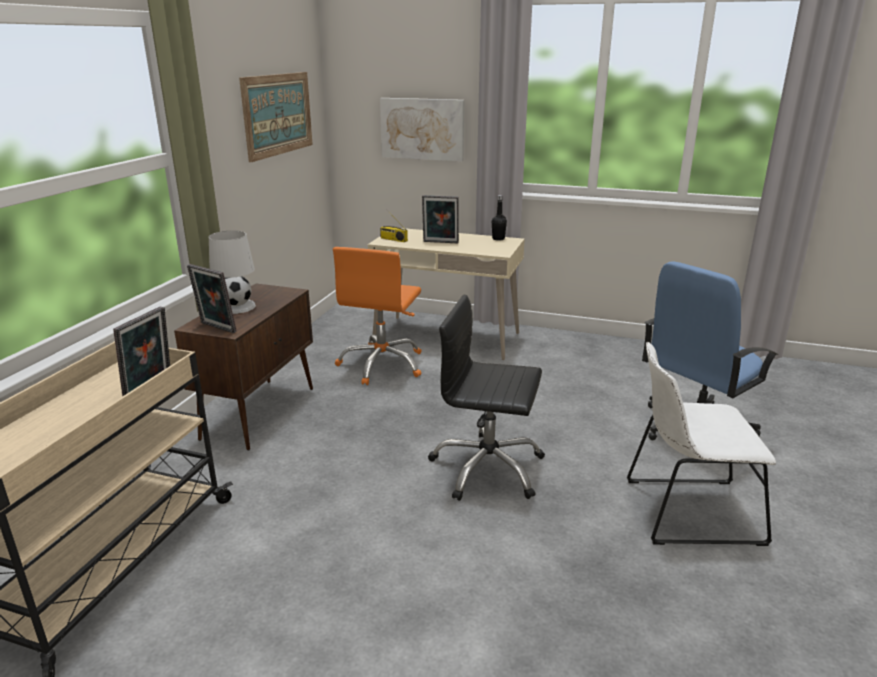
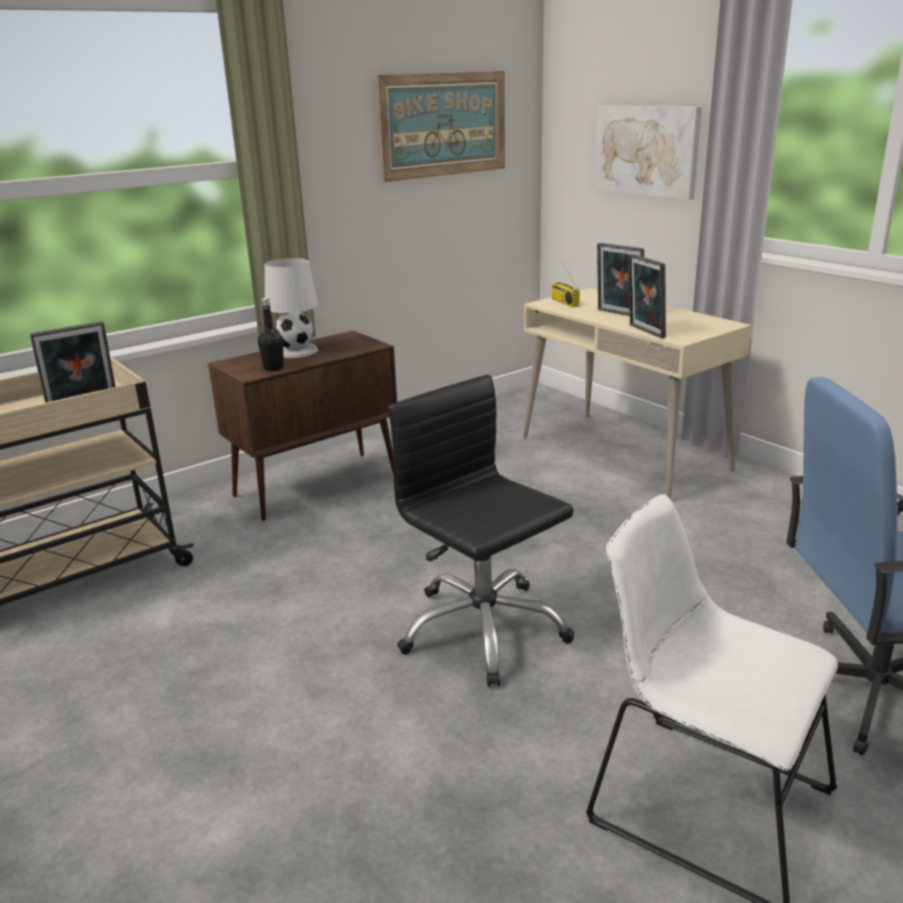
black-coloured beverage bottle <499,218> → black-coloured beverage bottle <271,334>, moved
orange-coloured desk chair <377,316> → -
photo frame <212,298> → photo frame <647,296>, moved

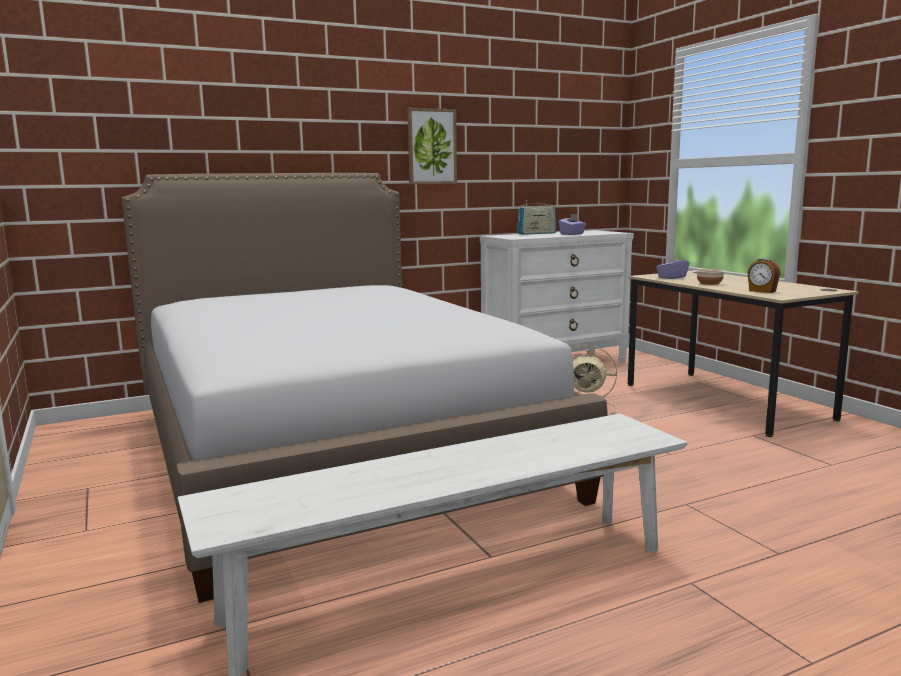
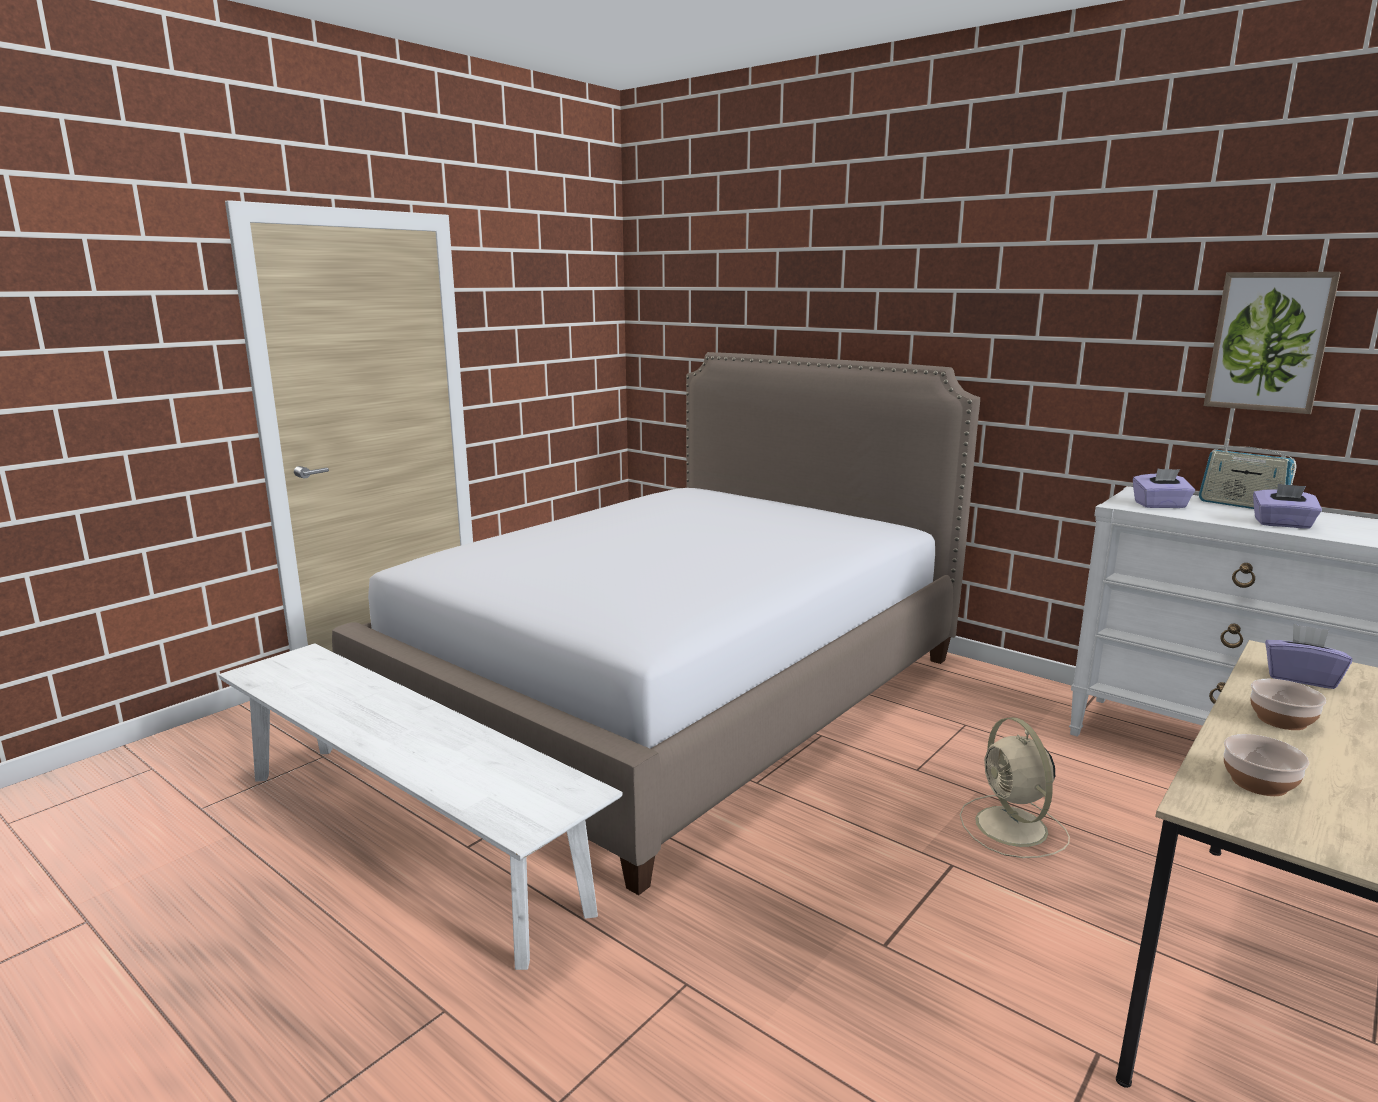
wall picture <432,146> → wall picture <1272,343>, moved
alarm clock <763,275> → serving bowl <1266,765>
- → purple tissue box <1164,488>

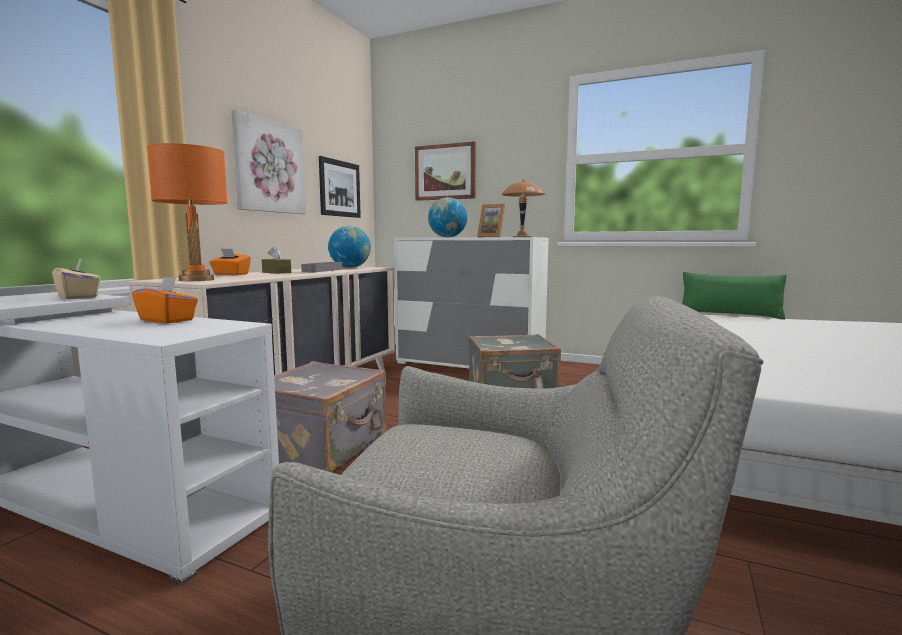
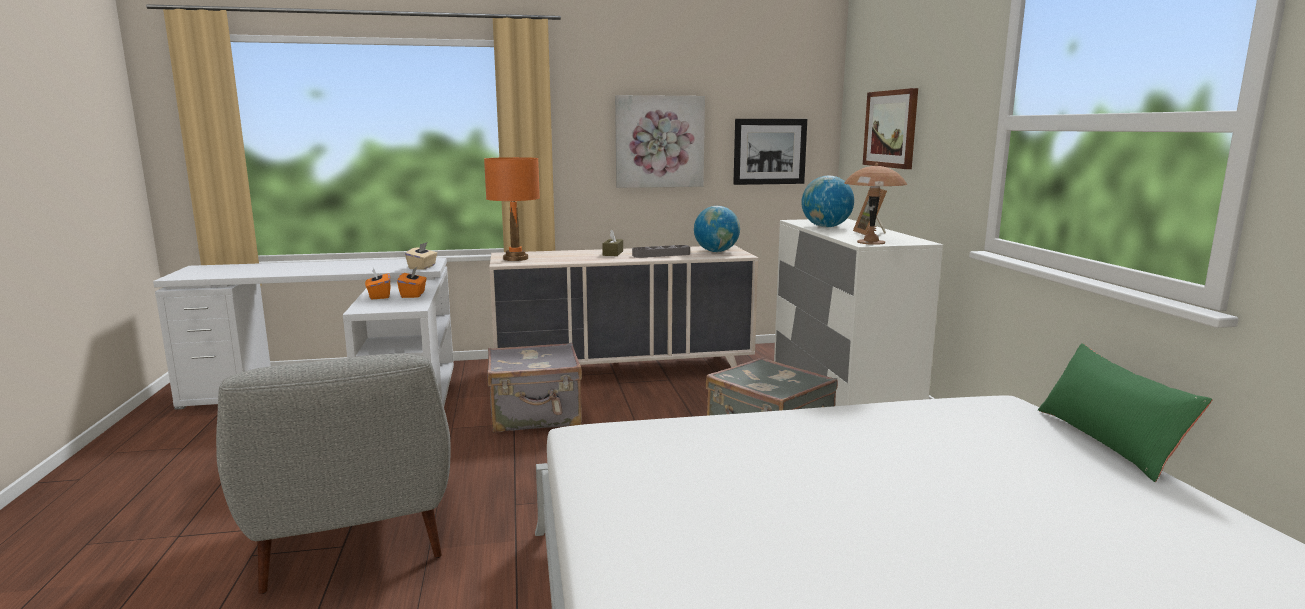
orange-coloured tissue box <230,262> → orange-coloured tissue box <377,283>, moved

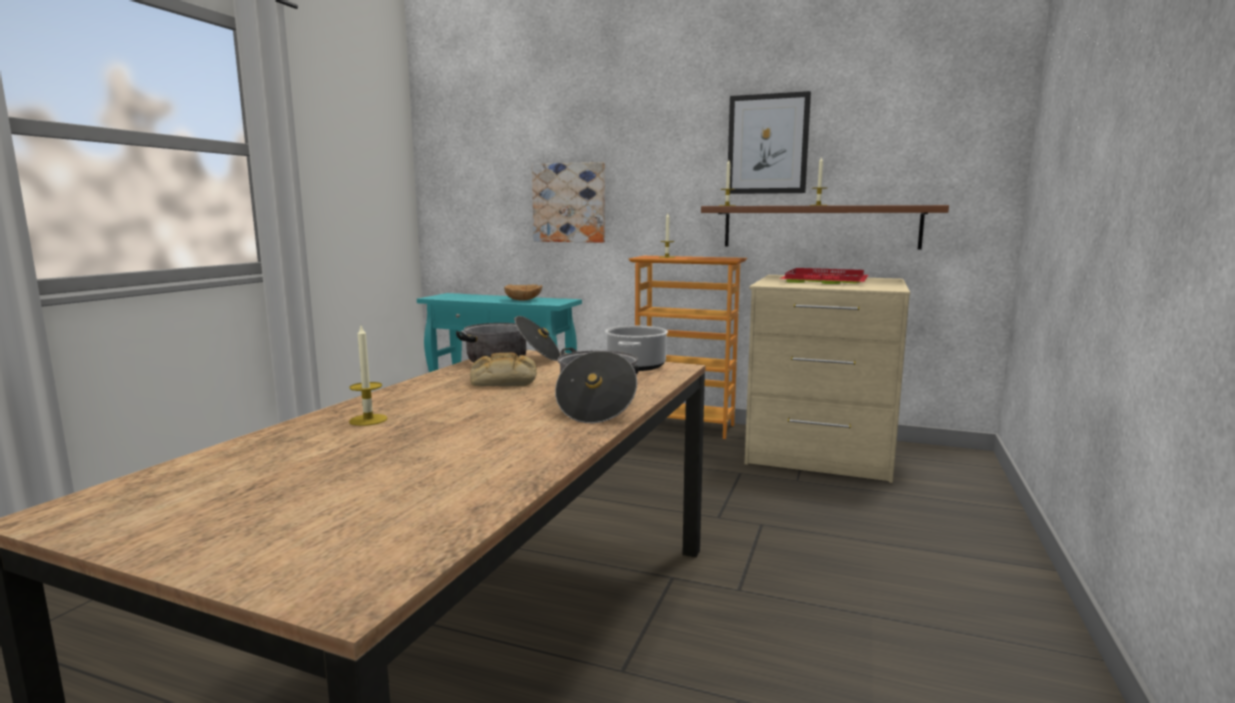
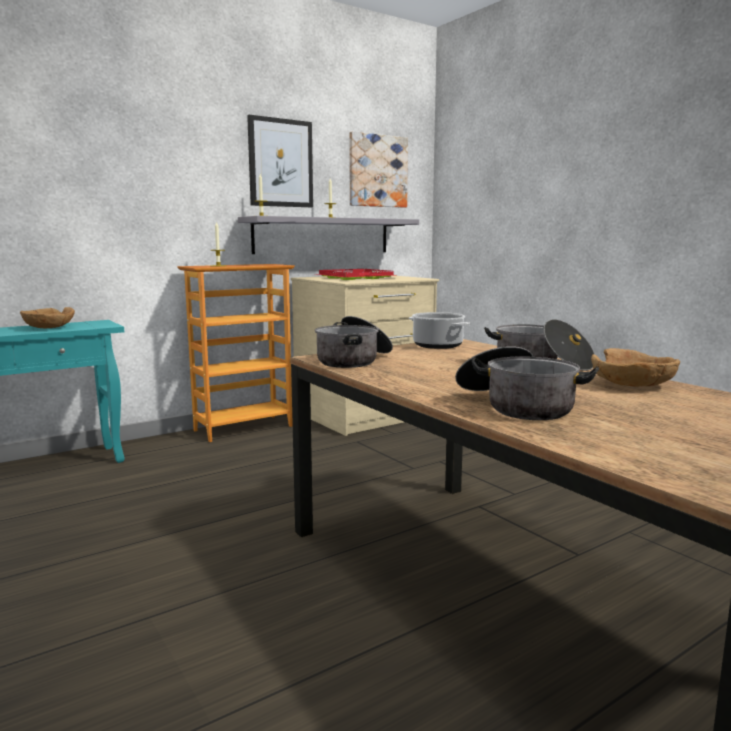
wall picture <568,202> → wall picture <378,169>, moved
brown-coloured wall shelf <825,227> → greyish wall shelf <328,235>
candle <368,376> → stockpot <527,383>
bakery bread <503,370> → -
- → brown-coloured serving bowl <635,367>

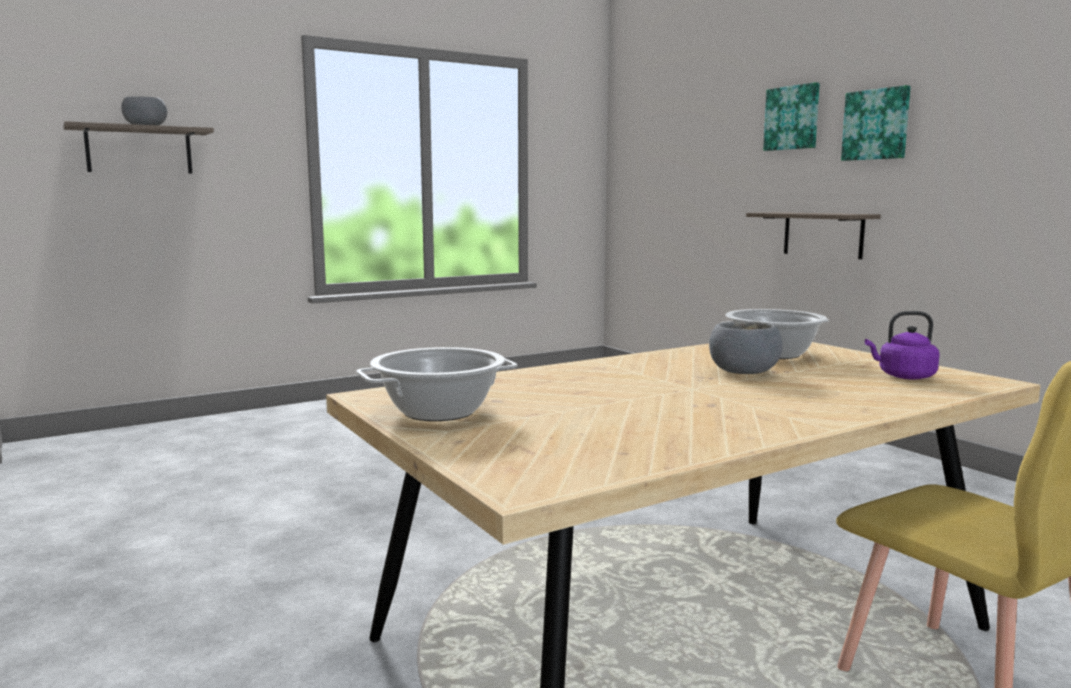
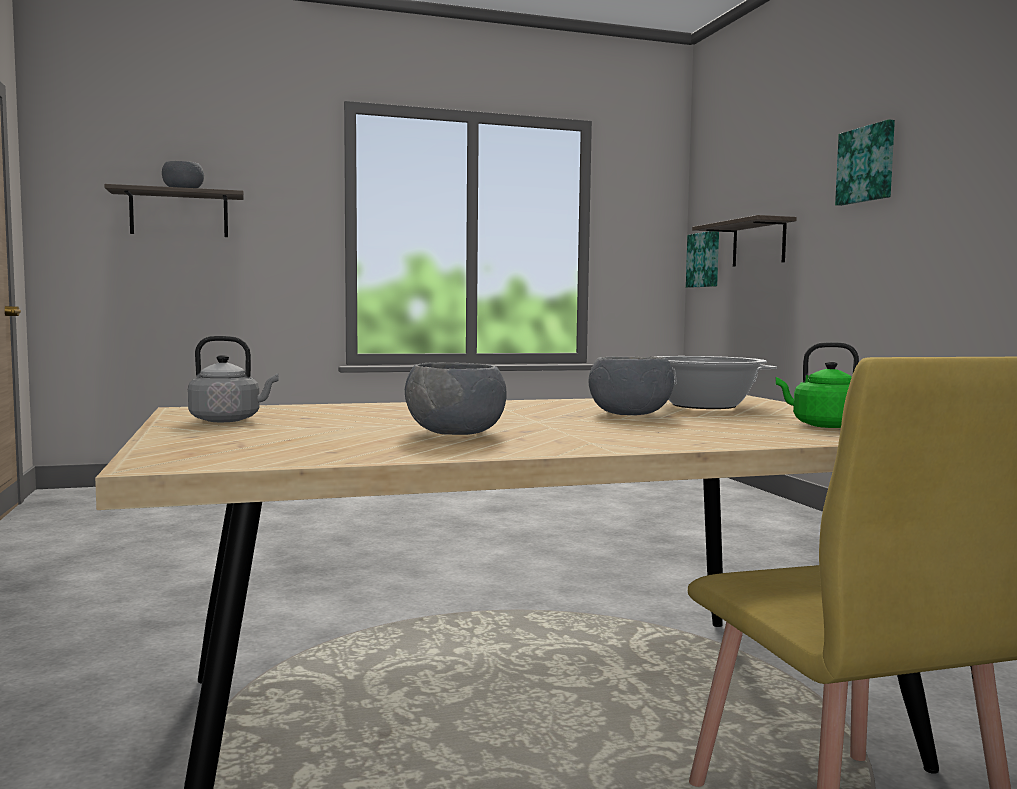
wall picture <876,123> → wall picture <702,259>, moved
wall shelf <813,235> → wall shelf <744,241>, moved
purple kettle <902,345> → green-coloured kettle <817,385>
stockpot <436,384> → greyish kettle <233,379>
- → greyish serving bowl <456,398>

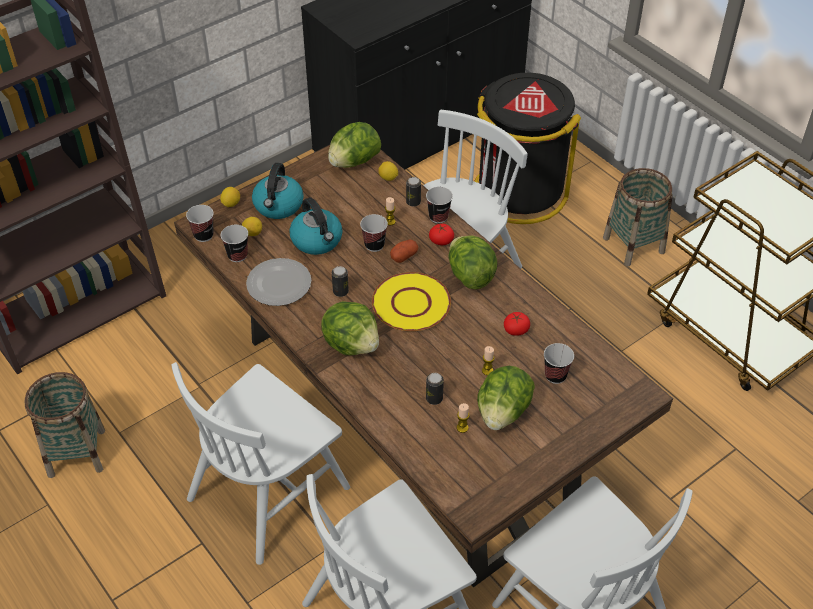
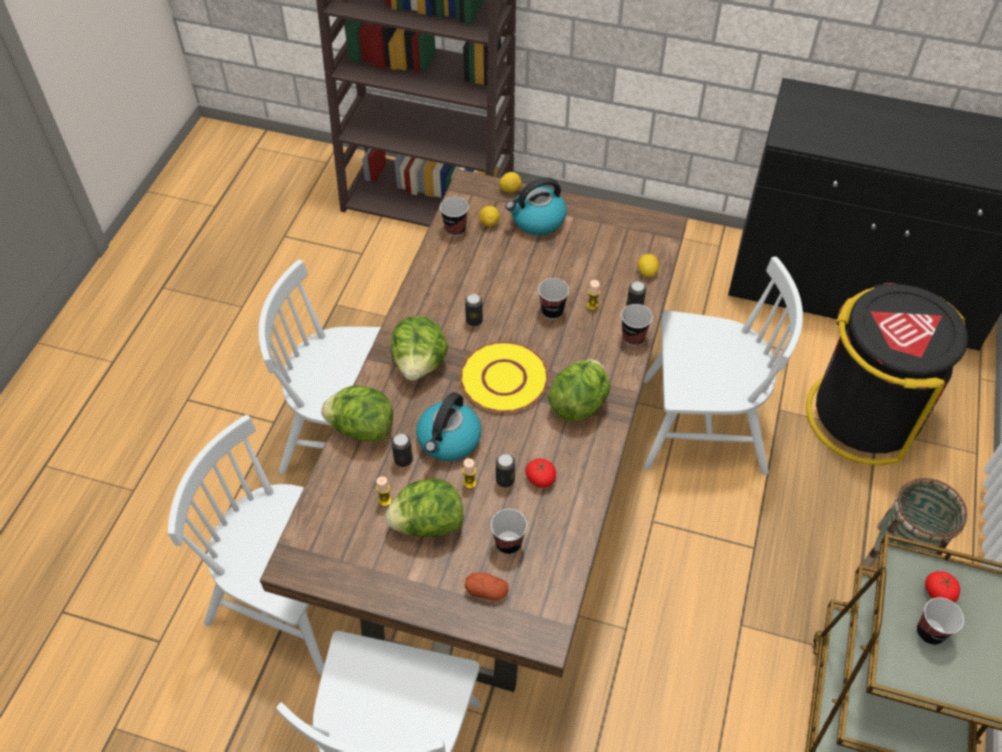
lettuce <354,145> → lettuce <357,414>, moved
kettle <315,226> → kettle <448,426>, moved
drinking cup <200,223> → drinking cup <940,621>, moved
tomato <441,234> → tomato <942,587>, moved
potato <404,251> → potato <487,586>, moved
plate <278,282> → -
storage basket <64,425> → -
- → sealed can <505,470>

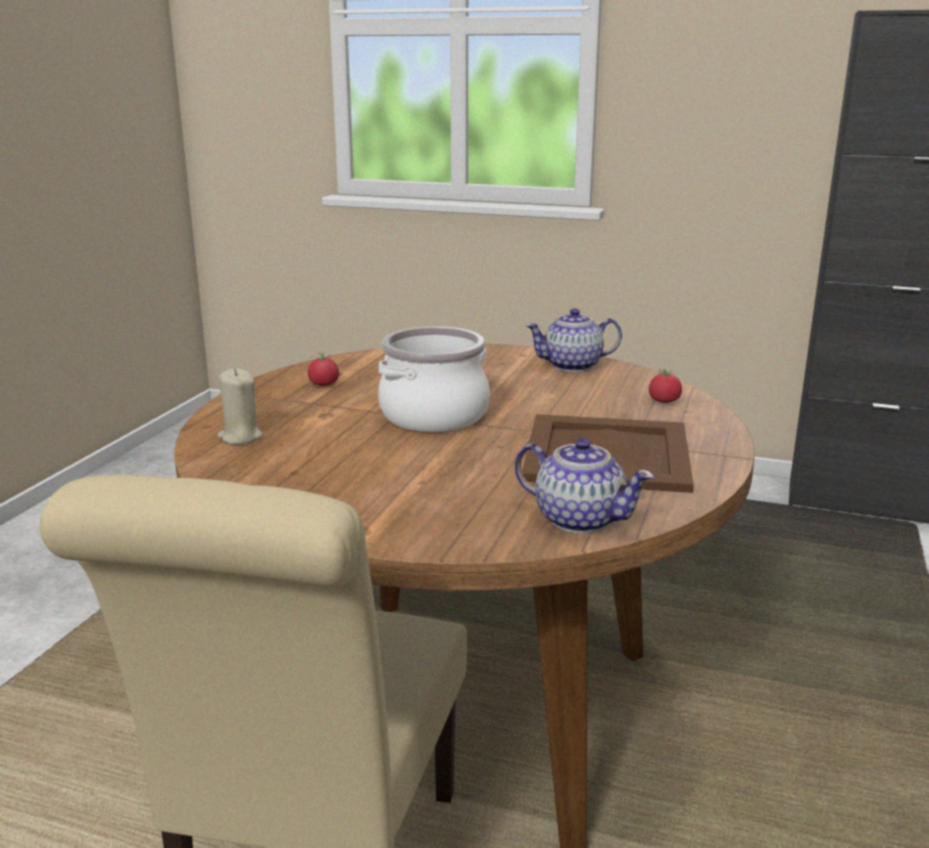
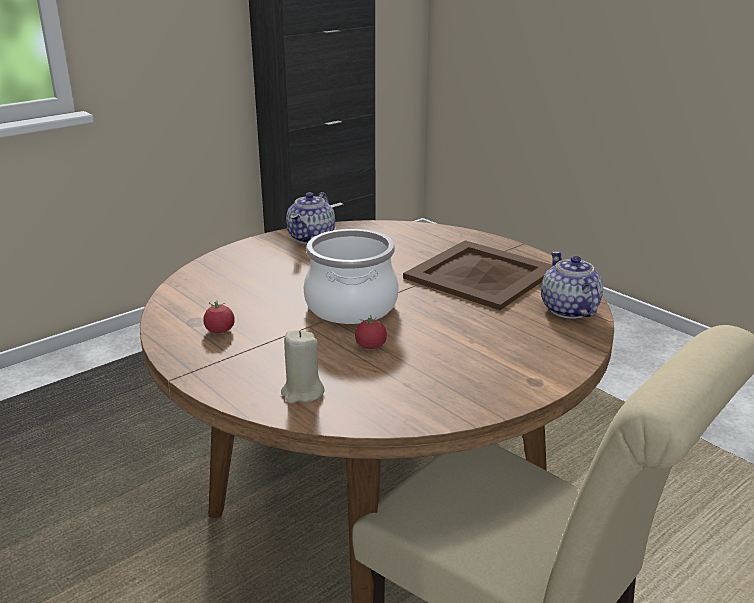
tomato <665,386> → tomato <371,332>, moved
teapot <584,486> → teapot <572,285>, 75 degrees counterclockwise

